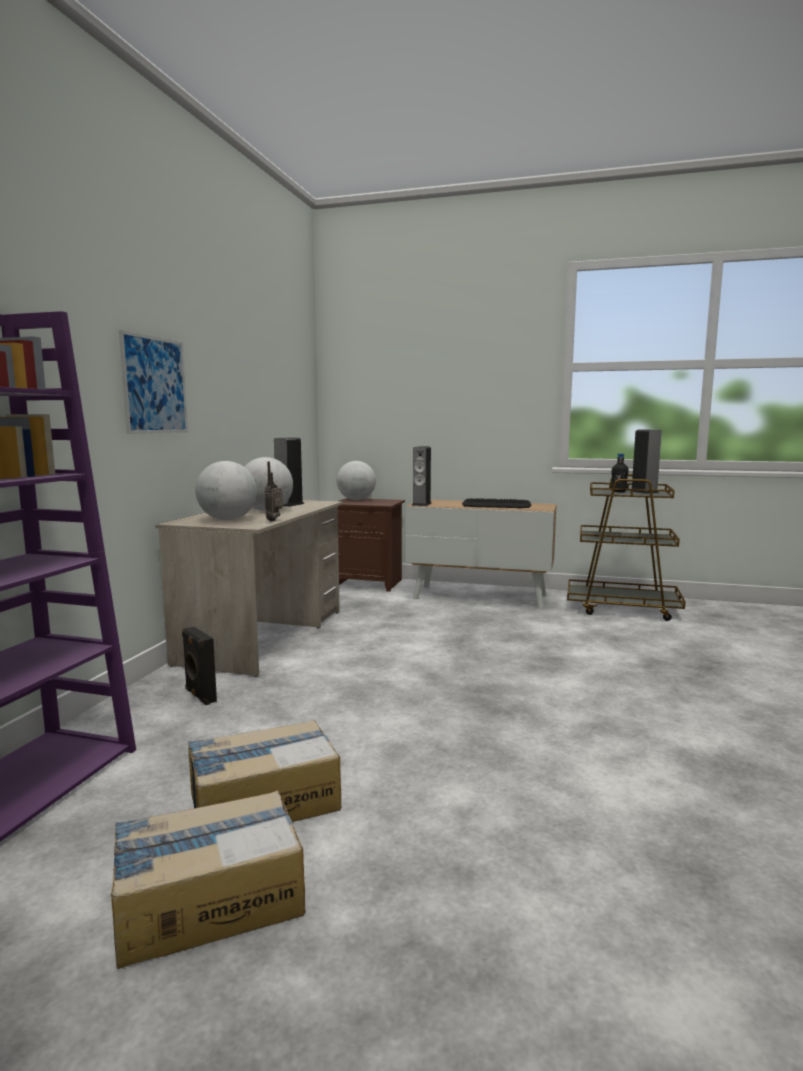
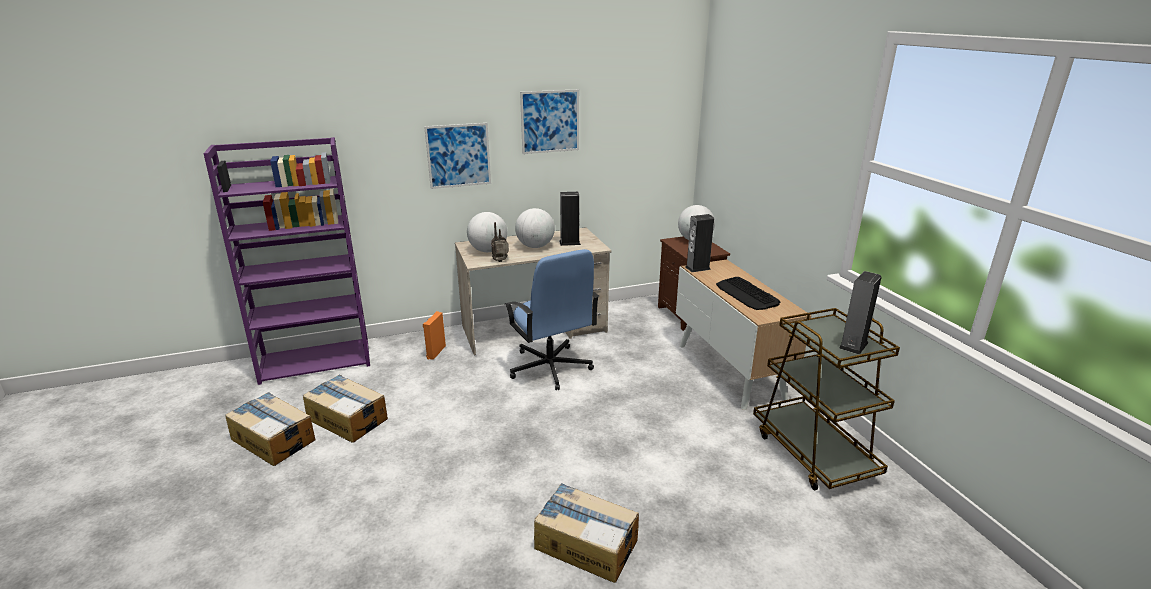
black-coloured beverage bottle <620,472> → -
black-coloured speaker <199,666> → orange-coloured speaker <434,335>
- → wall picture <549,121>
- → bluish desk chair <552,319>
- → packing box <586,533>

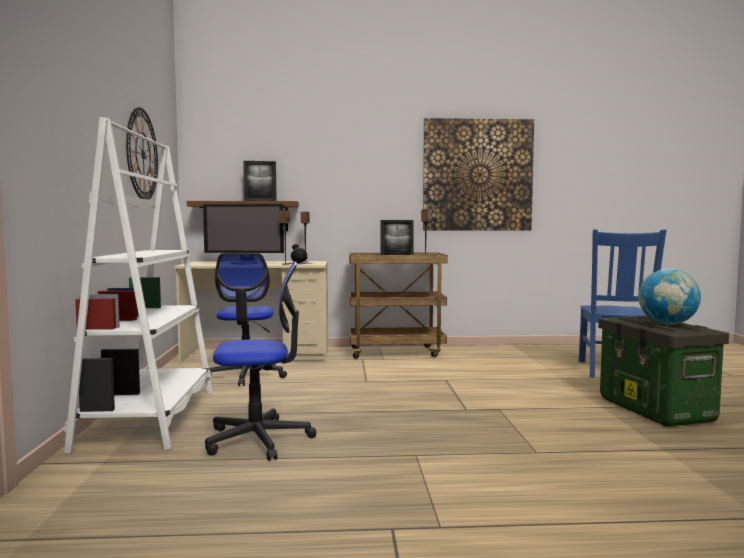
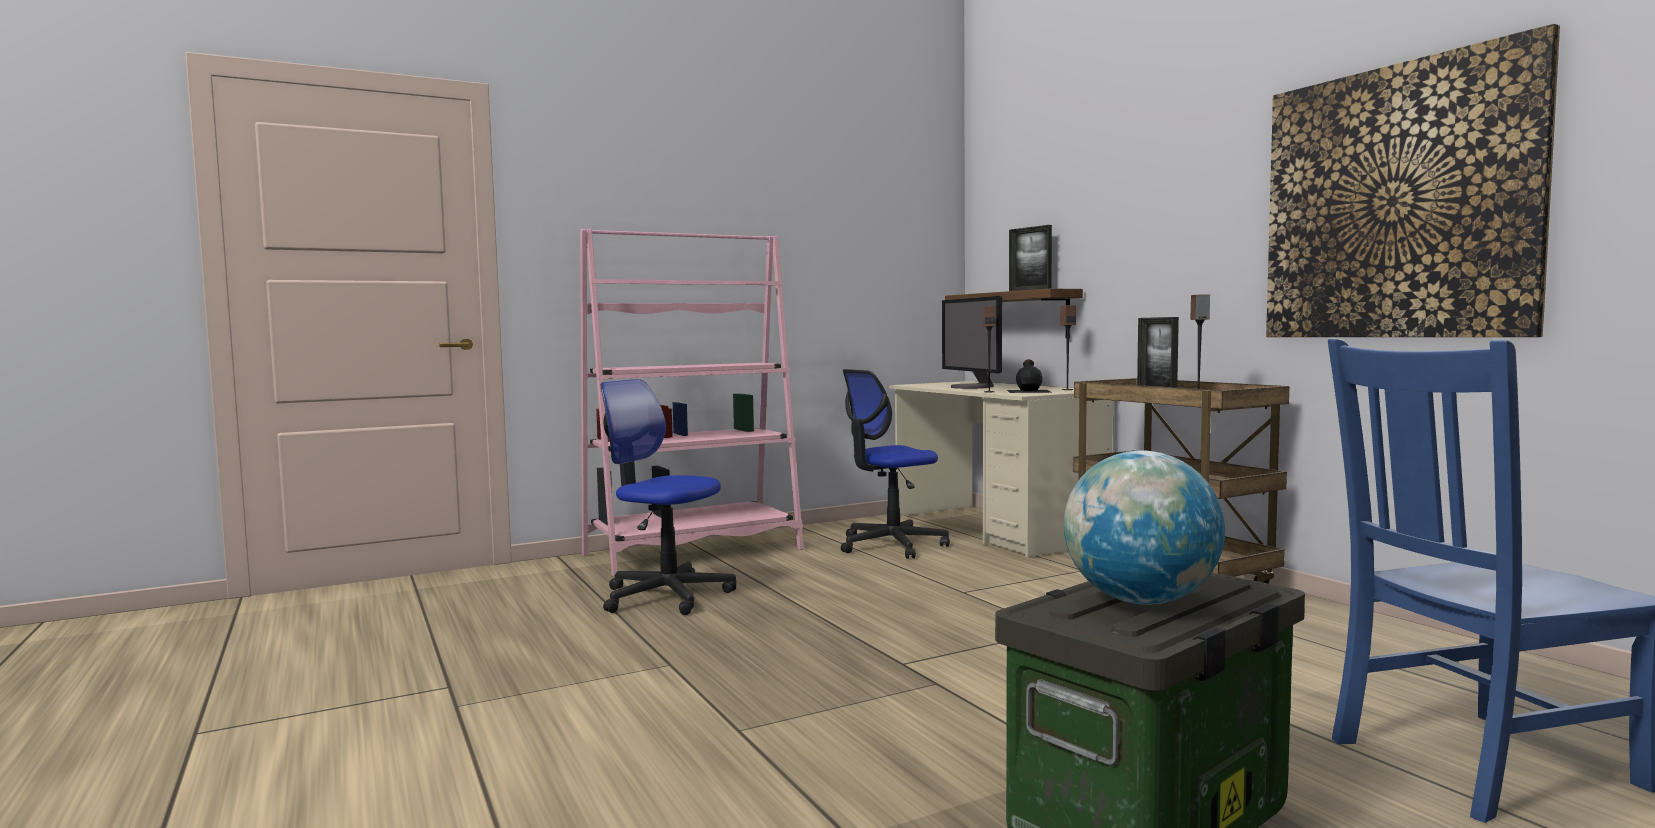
clock on the wall <142,153> → -
white bookshelf <138,285> → pink-coloured bookshelf <692,402>
desk chair <260,361> → desk chair <668,497>, 150 degrees clockwise

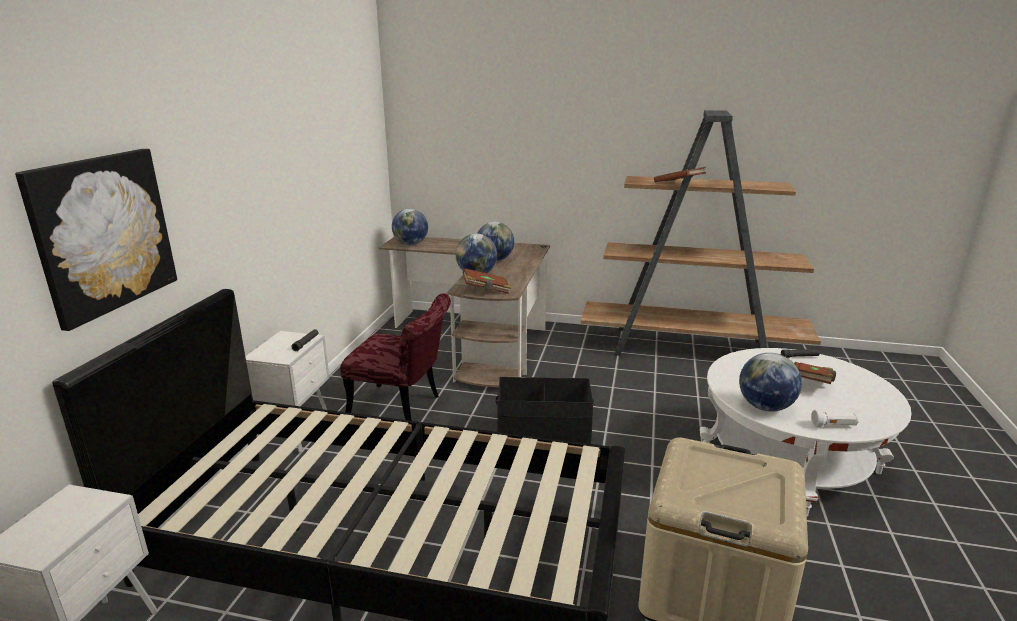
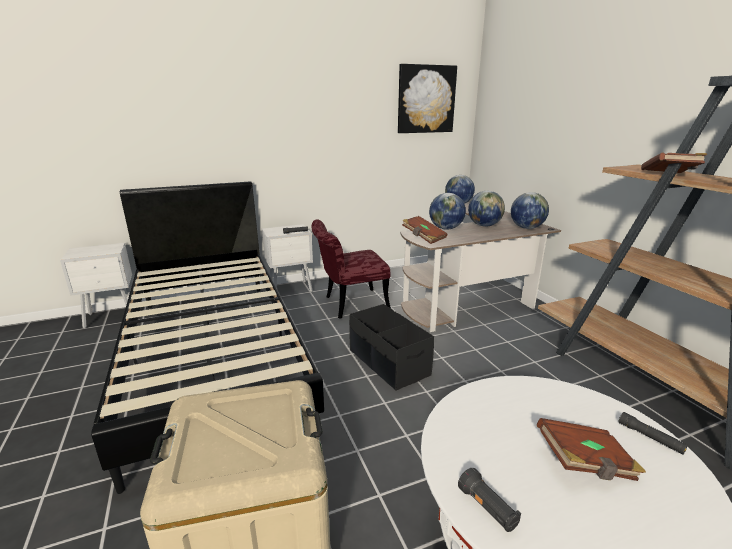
wall picture <96,240> → wall picture <427,98>, moved
red-coloured chair <395,357> → red-coloured chair <351,269>, 90 degrees clockwise
world globe <770,382> → world globe <530,210>, moved
white hand torch <835,418> → black-coloured hand torch <489,500>

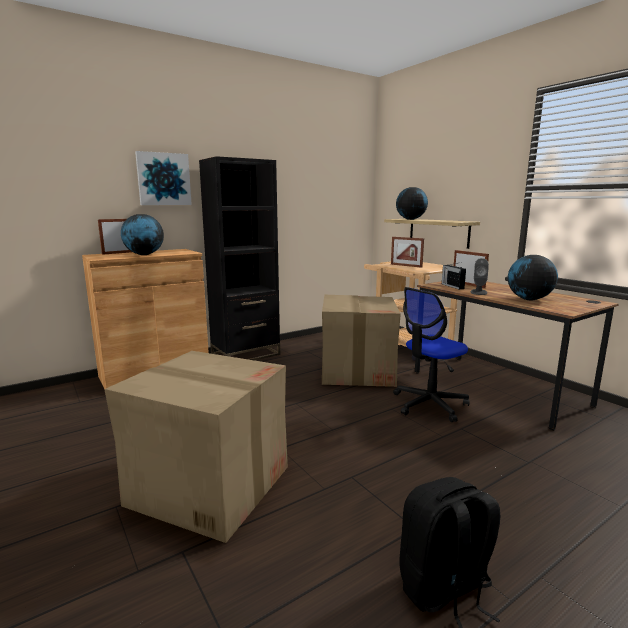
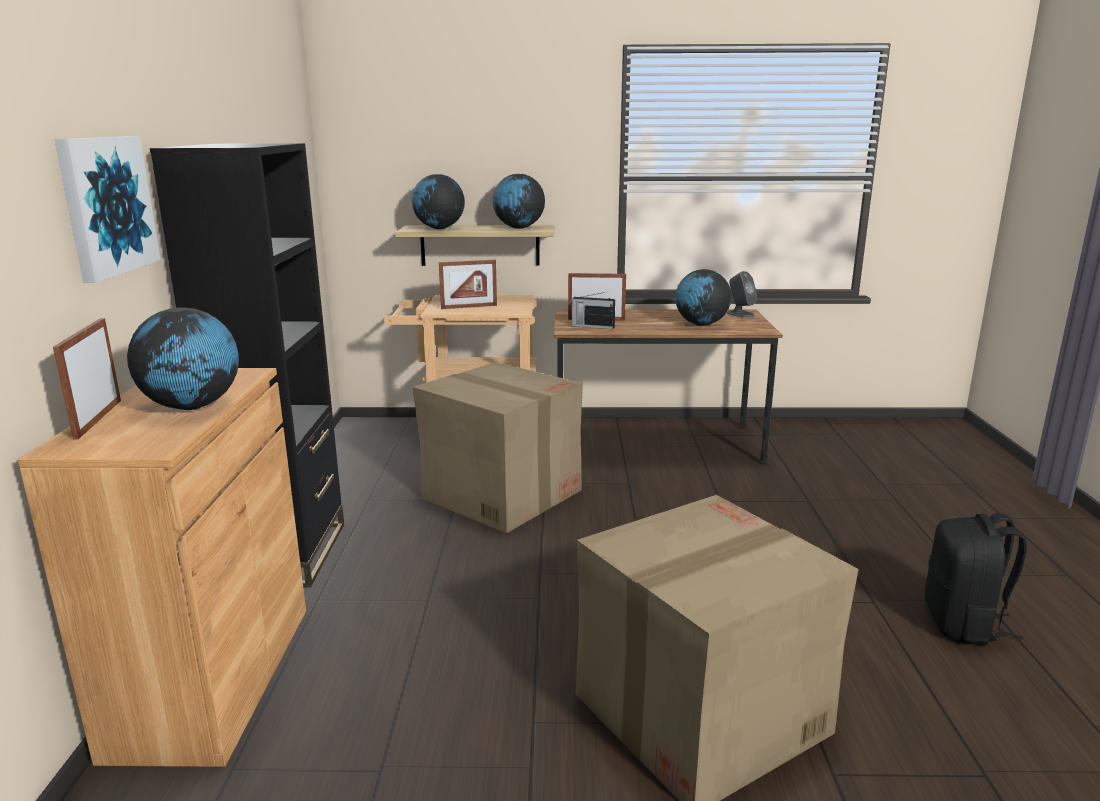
greyish speaker <480,276> → greyish speaker <742,294>, moved
desk chair <431,354> → -
- → world globe <519,201>

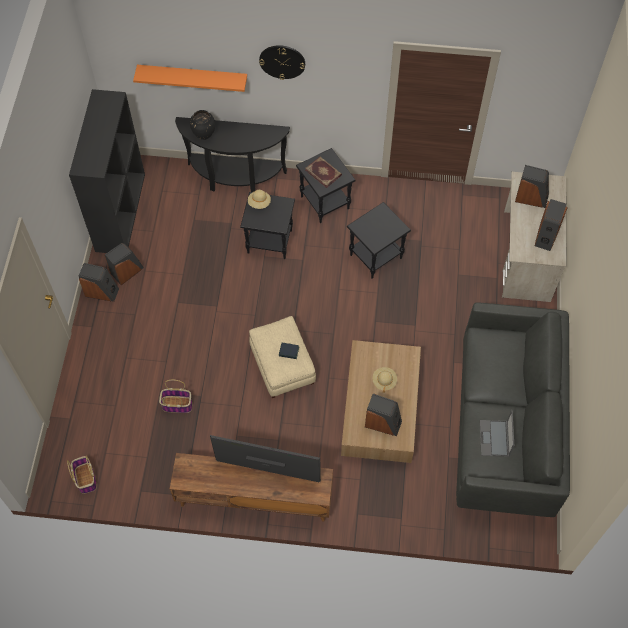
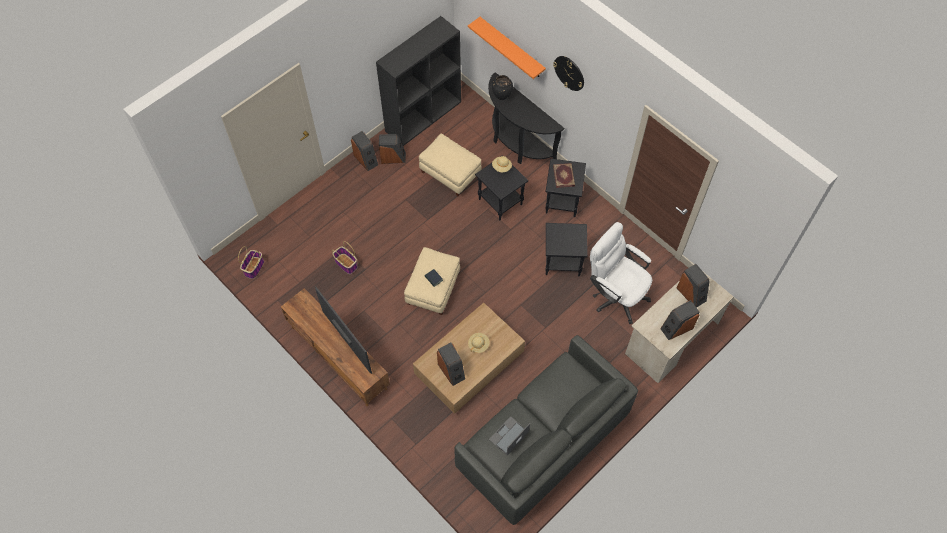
- → beige footrest <450,164>
- → white desk chair <621,273>

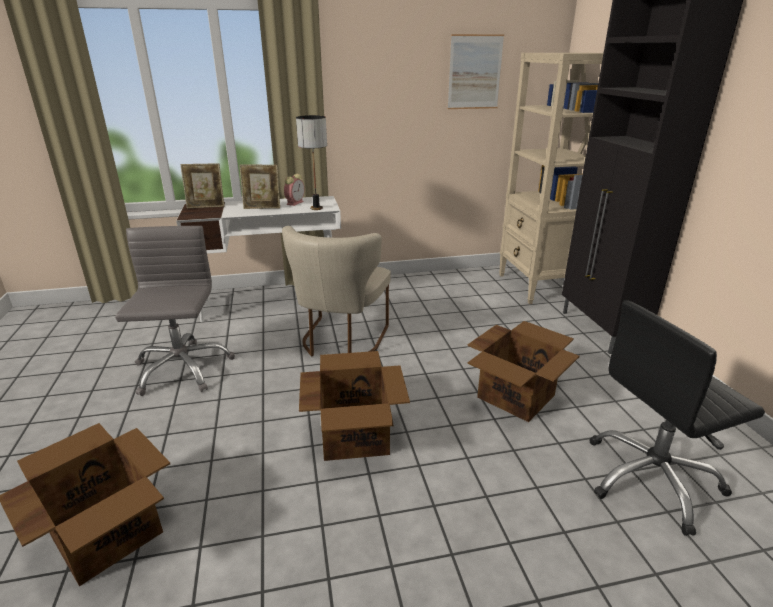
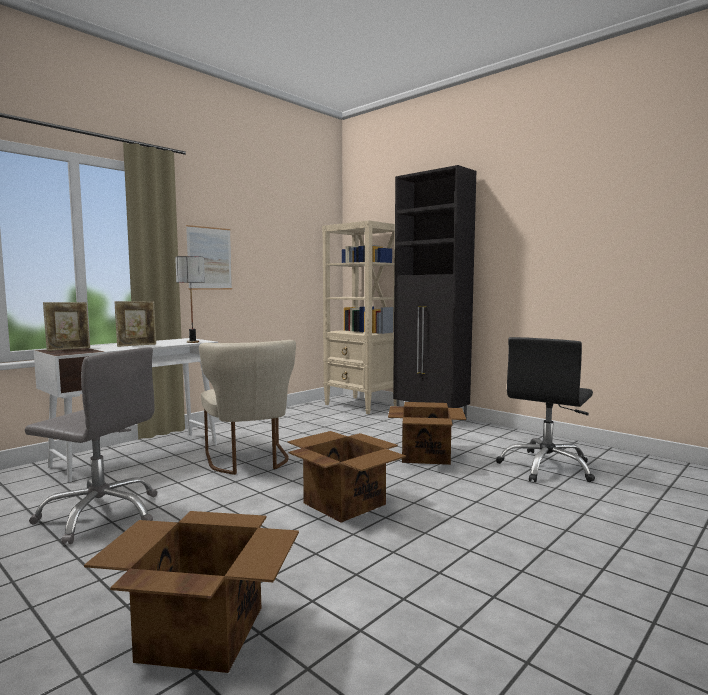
wall picture <476,71> → wall picture <209,257>, moved
alarm clock <294,190> → -
greyish desk chair <175,311> → greyish desk chair <91,445>, 150 degrees clockwise

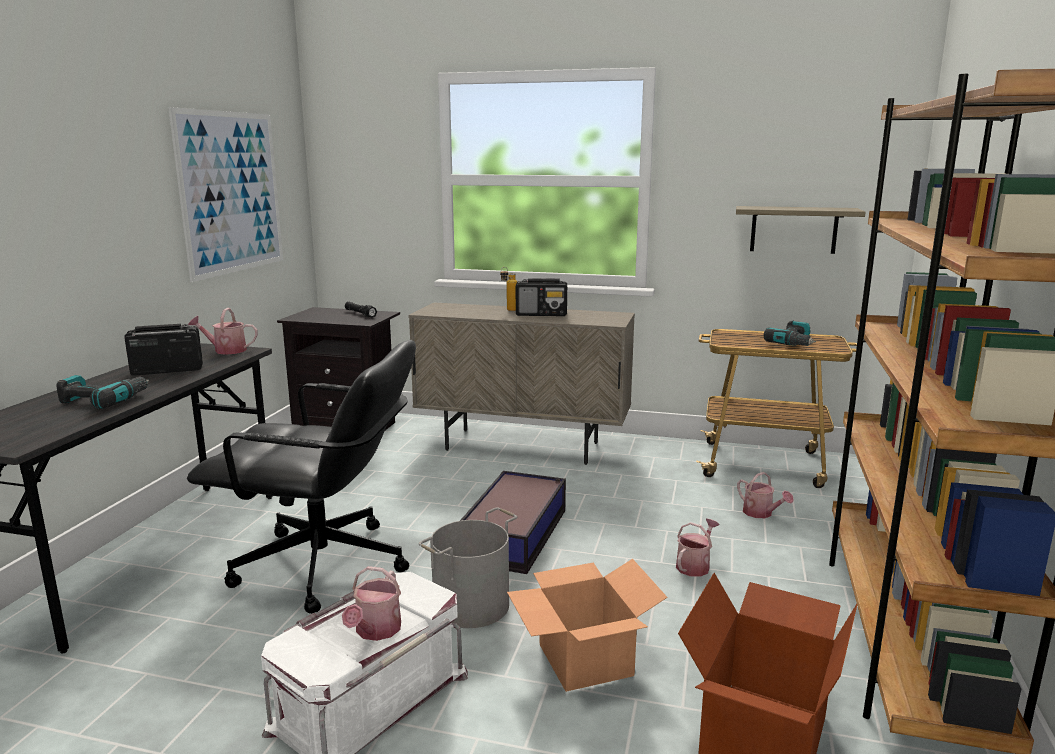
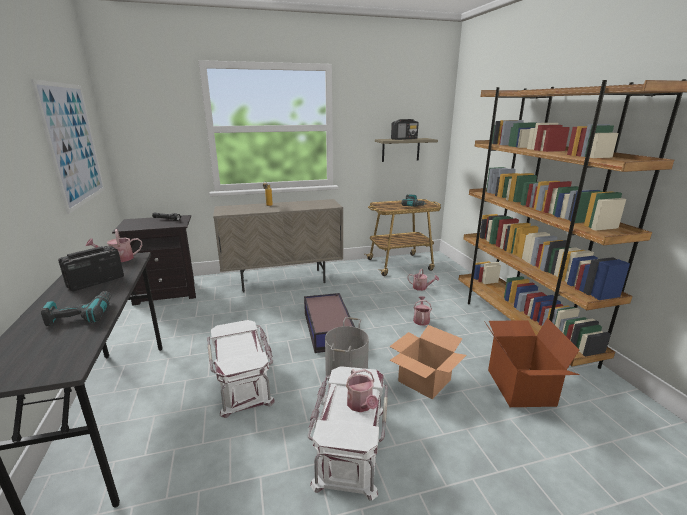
radio <541,297> → radio <405,129>, moved
black-coloured desk chair <301,477> → white storage box <241,369>

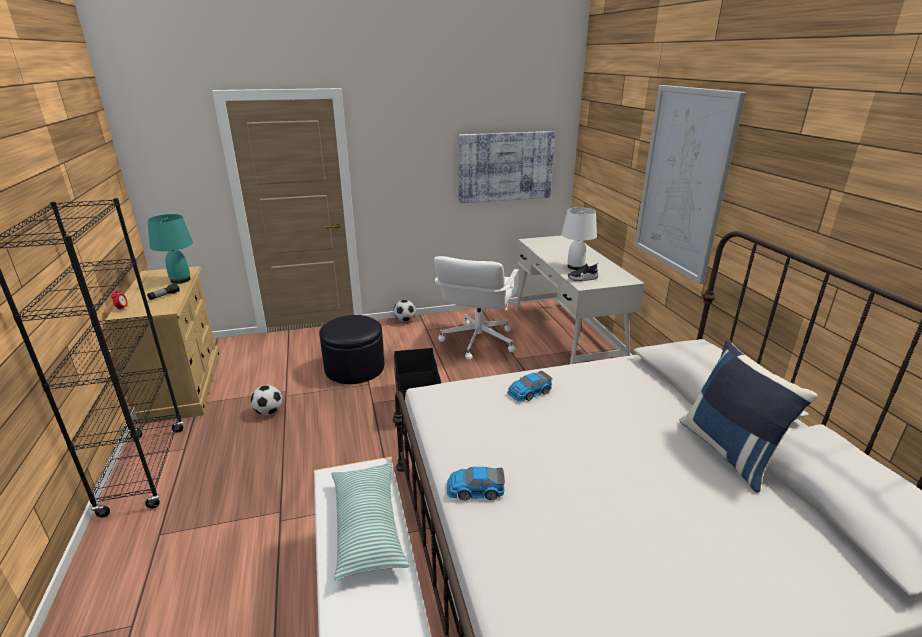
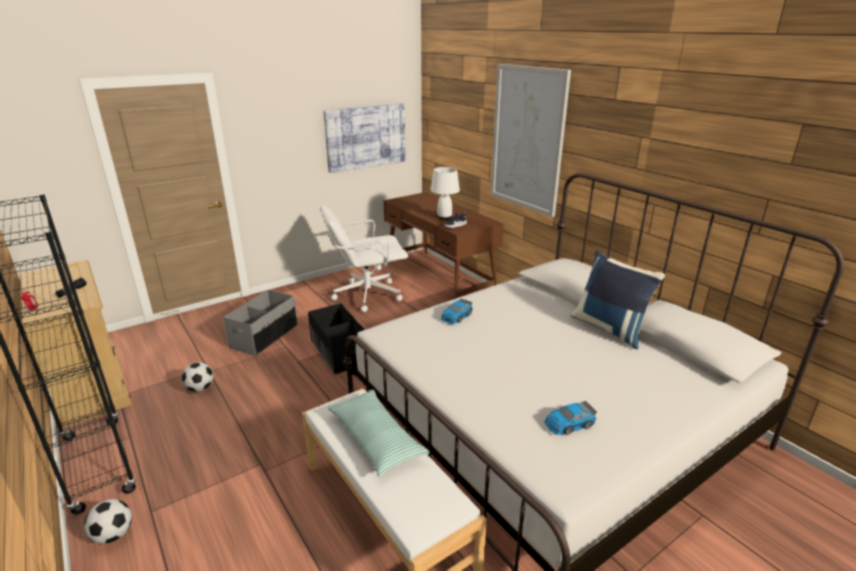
turquoise lamp for a table <170,249> → -
white desk <580,299> → brown-coloured desk <443,245>
white desk chair <476,308> → white desk chair <364,258>, 75 degrees clockwise
football <405,311> → football <108,521>, moved
black-coloured footrest <351,349> → greyish storage box <260,323>
toy car <476,483> → toy car <570,418>, moved

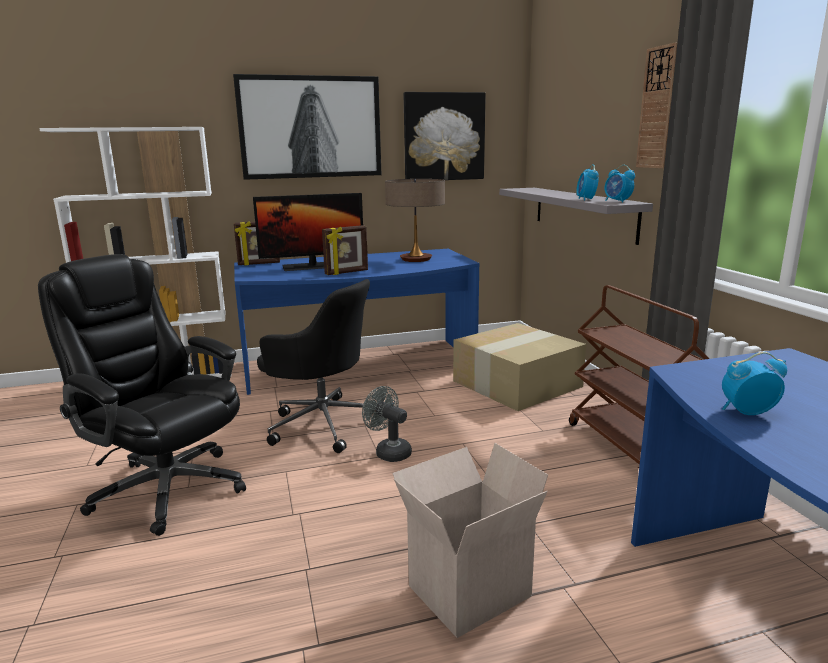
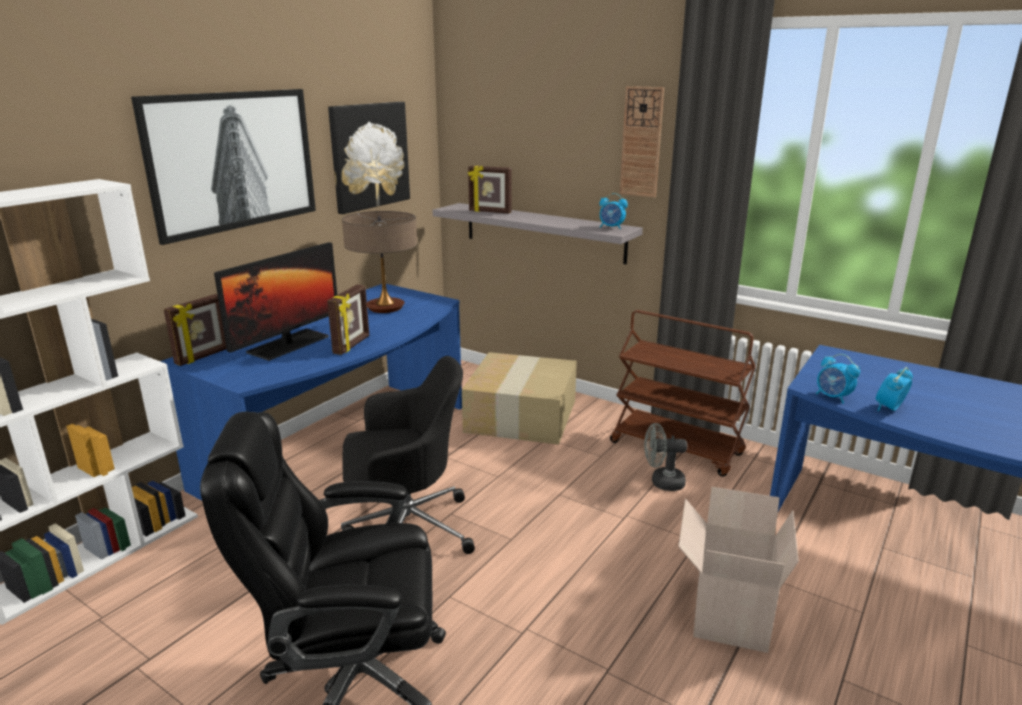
alarm clock <587,182> → alarm clock <838,379>, moved
greyish cooling fan <387,424> → greyish cooling fan <665,457>, moved
- → photo frame <490,190>

